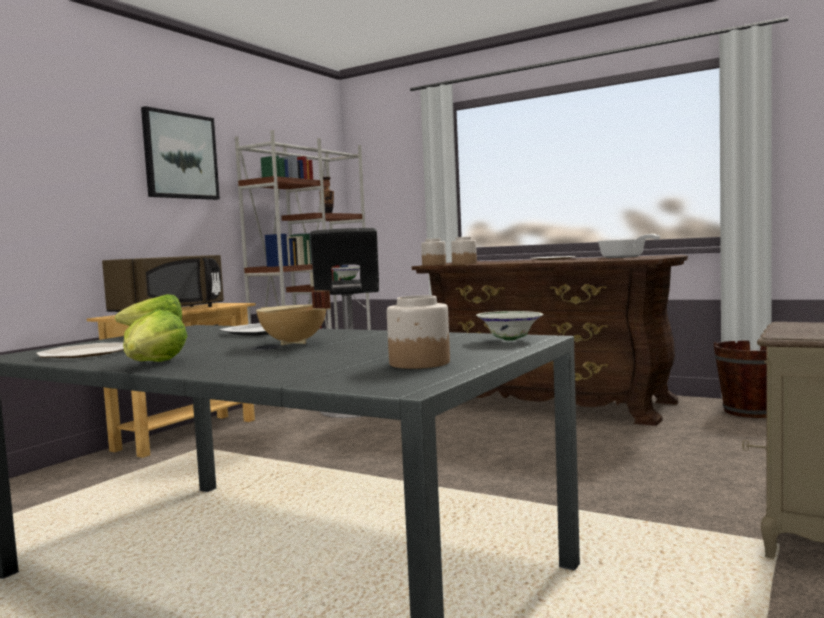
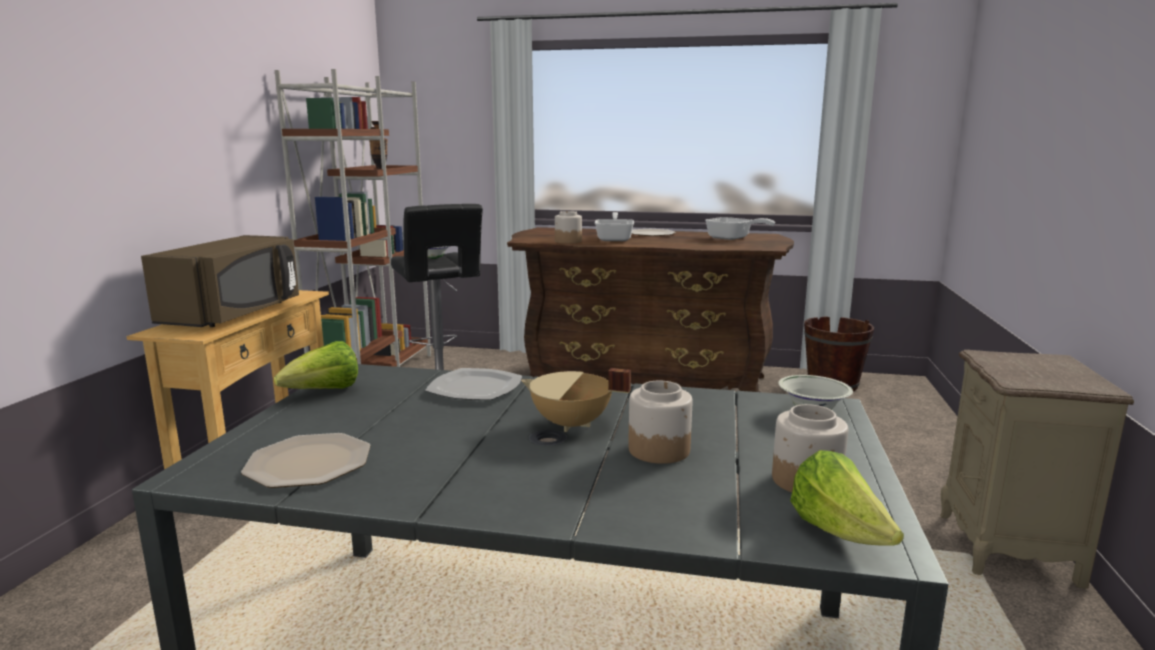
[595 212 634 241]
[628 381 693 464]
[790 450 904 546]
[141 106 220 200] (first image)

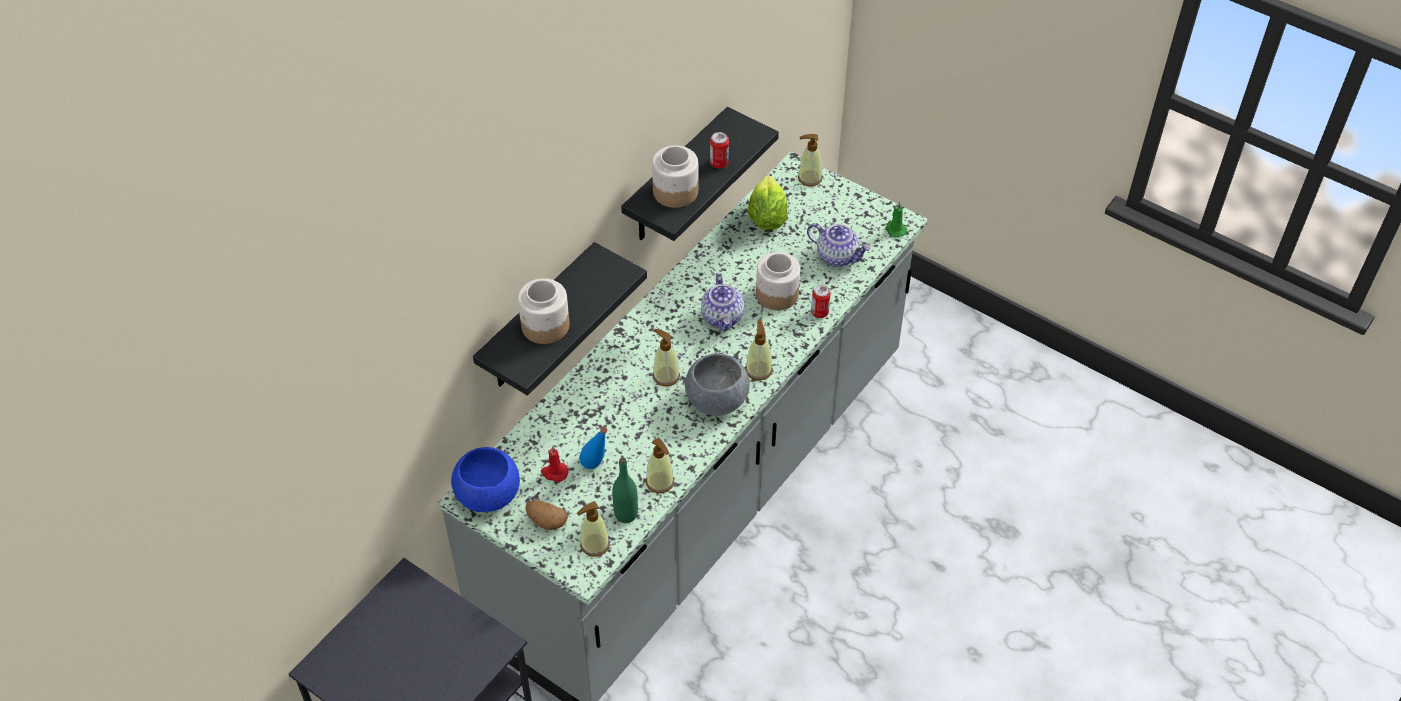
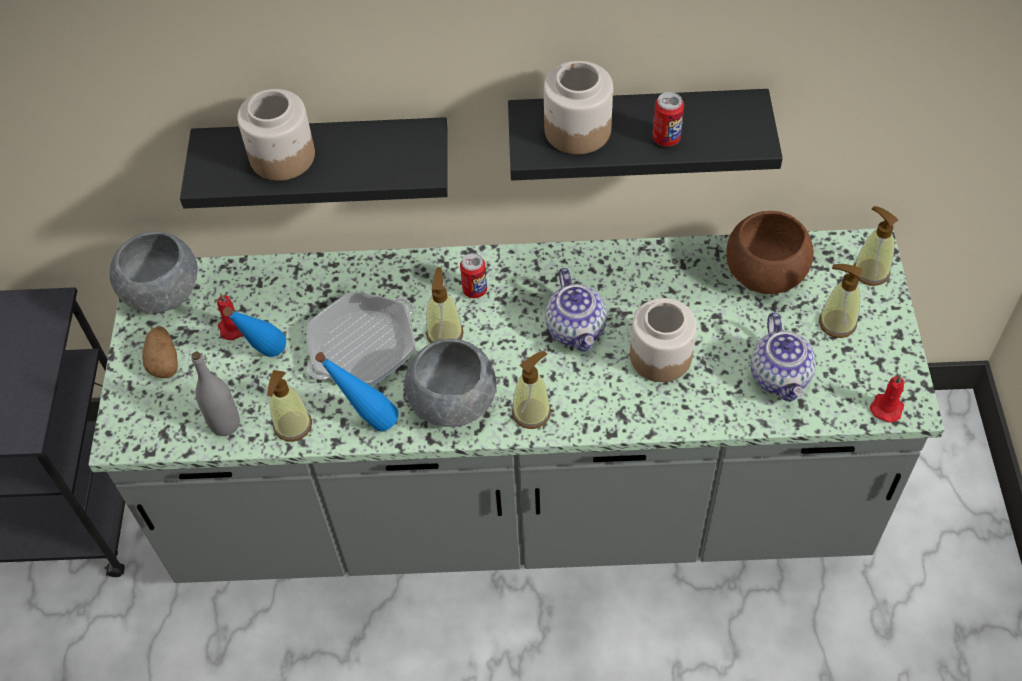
[109 232 198 313]
[191 351 240 436]
[307 292 415 387]
[315 352 399 431]
[460 253 487 298]
[545 268 607 352]
[726 211 814 294]
[819 264 863 338]
[870 374 905 423]

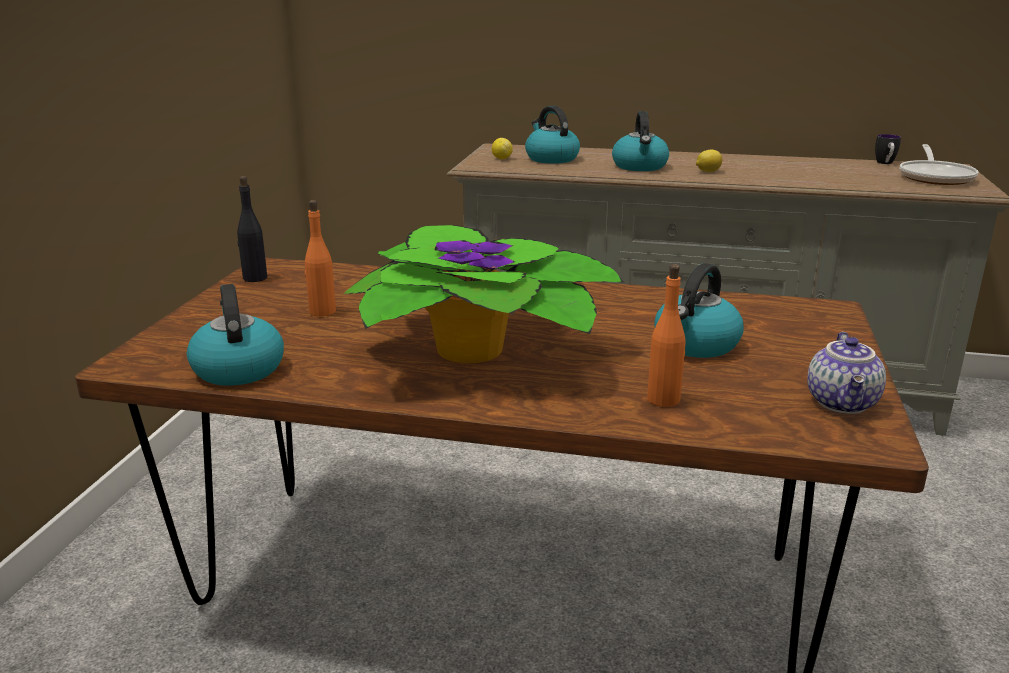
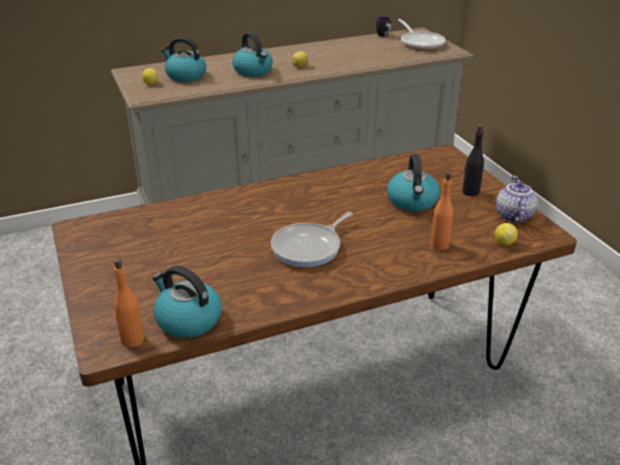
[114 259 144 348]
[271 212 353 267]
[462 125 484 196]
[494 223 518 245]
[496 176 537 223]

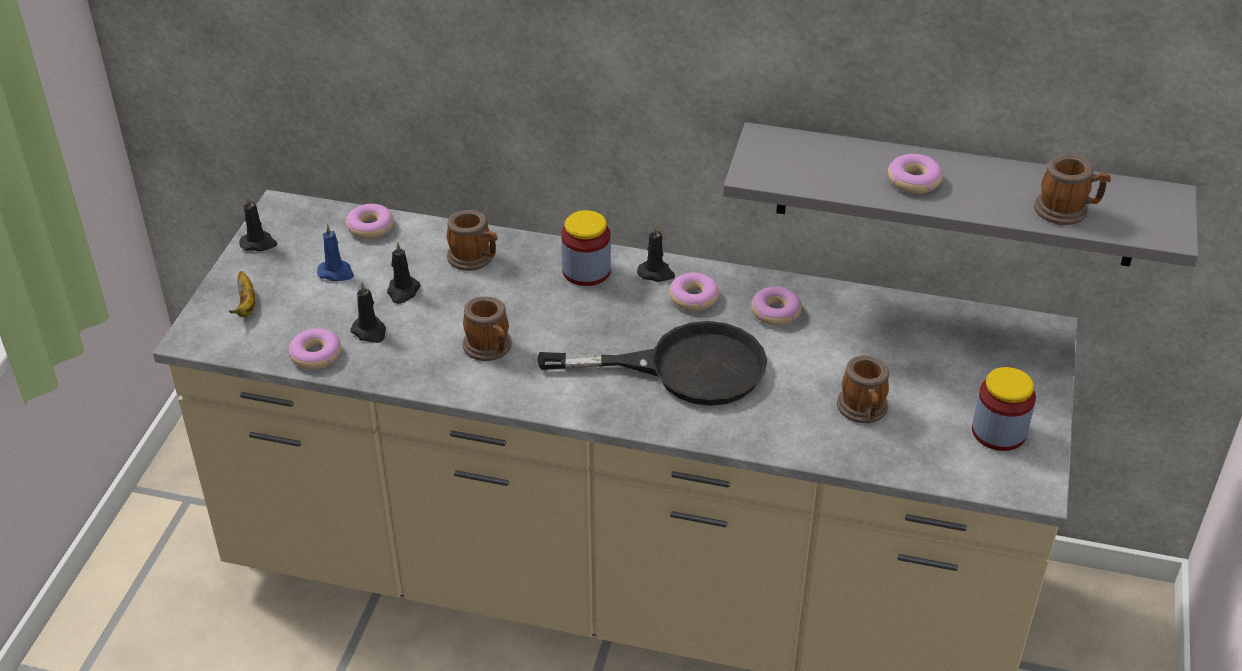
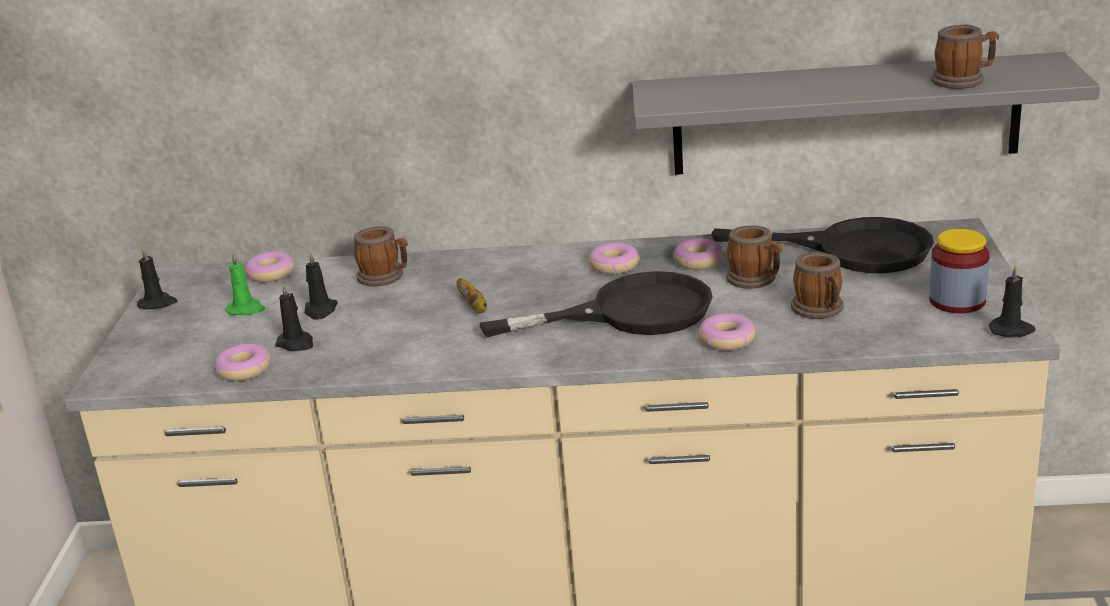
[226 252 265 315]
[457 278 487 313]
[699 313 756 350]
[711 217 934 273]
[726 225 782 289]
[989 265 1035 337]
[561 210 611 286] (first image)

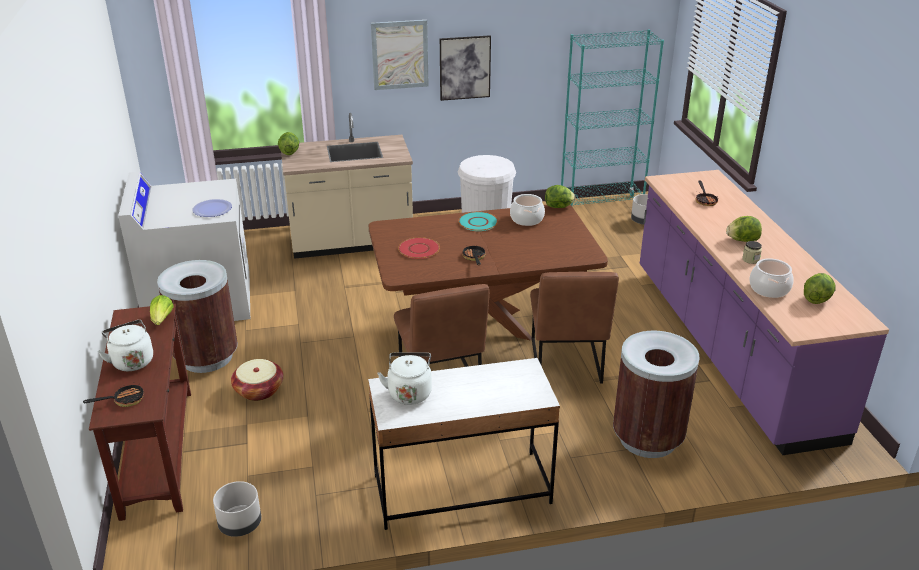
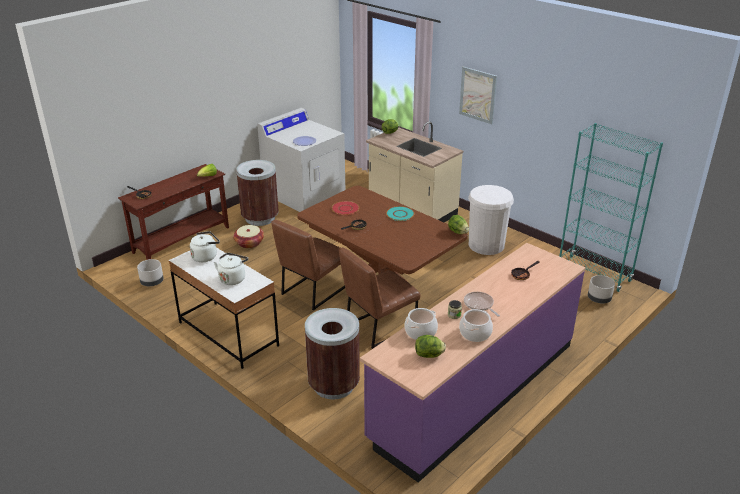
[214 253 248 285]
[459 309 493 342]
[464 292 500 317]
[440 35 491 101] (first image)

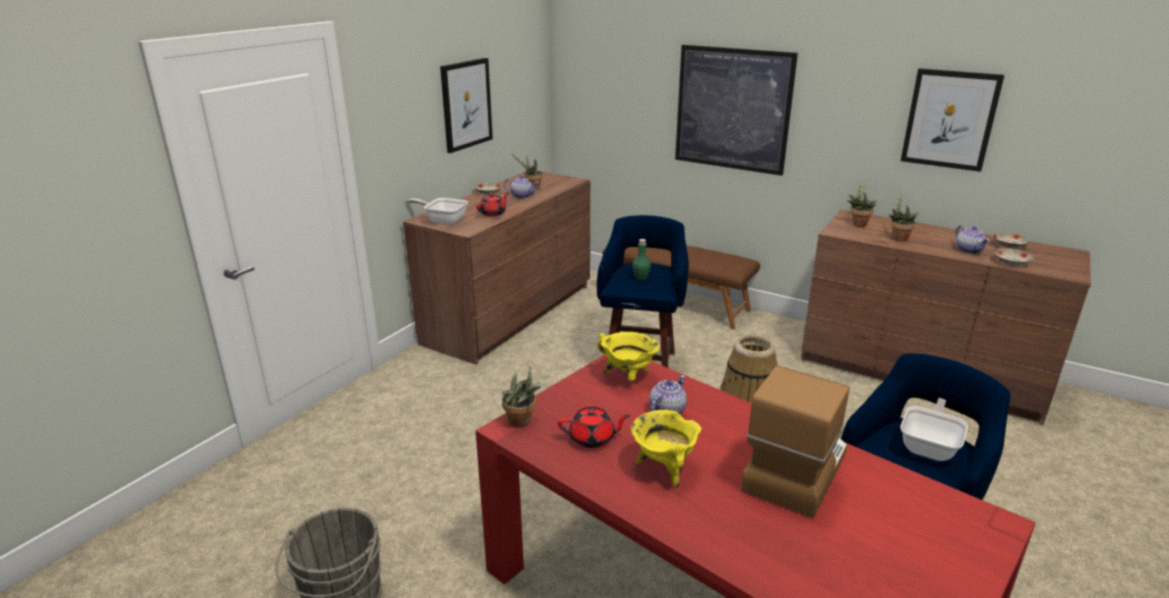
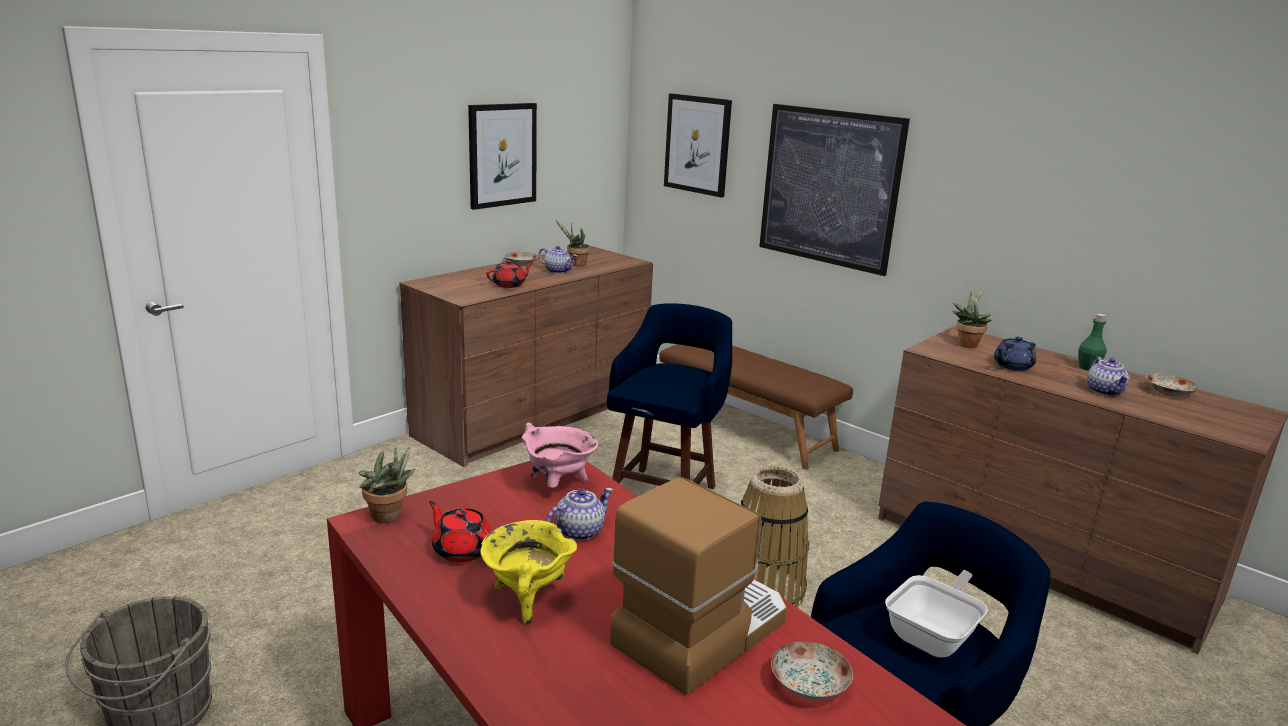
[429 501 491 562]
[522 423 598 488]
[664 93 732 198]
[771 642 853 700]
[994 336 1036 371]
[1078 314 1107 371]
[406 198 468 225] (first image)

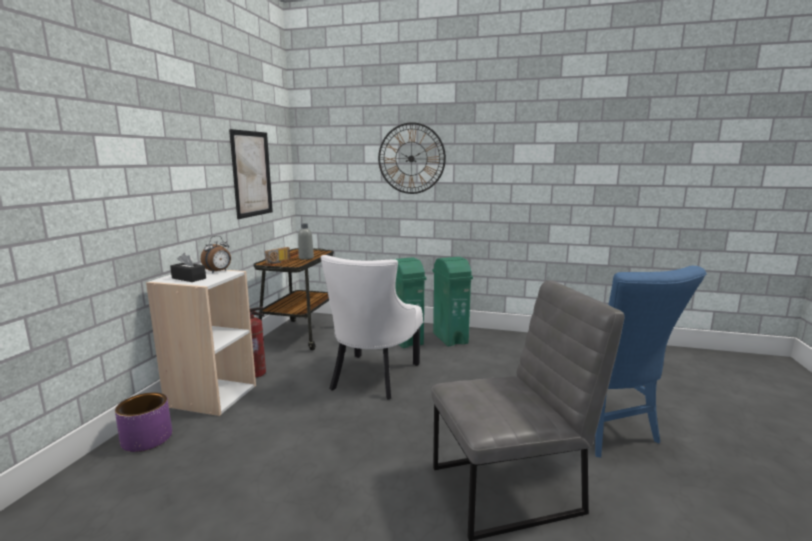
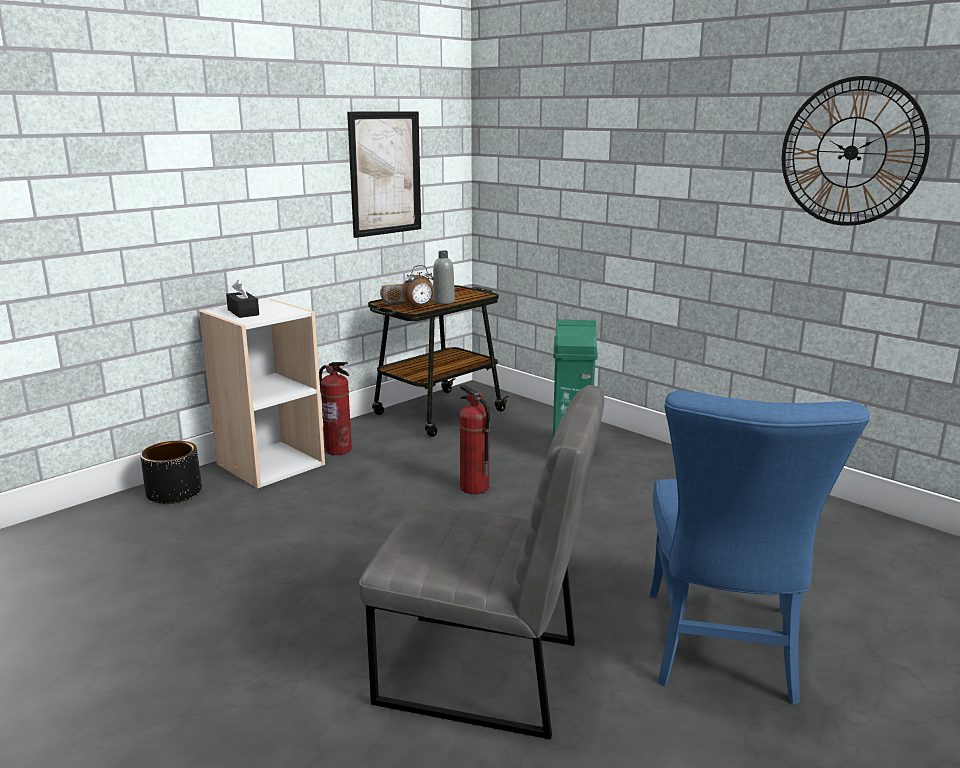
[140 441 202 504]
[402 265 434 309]
[459 385 490 494]
[782 76 930 226]
[432 257 473 346] (first image)

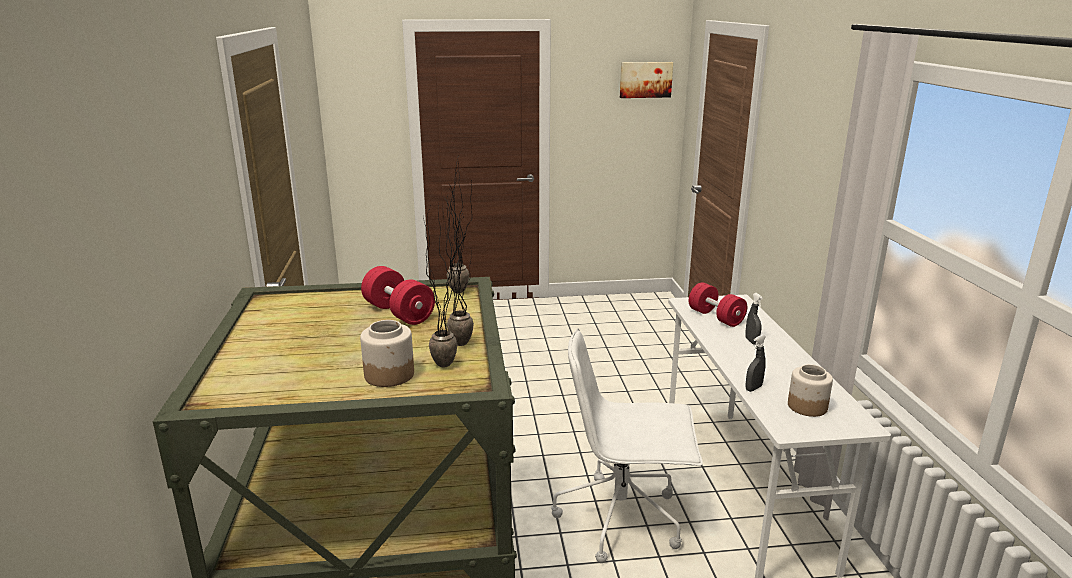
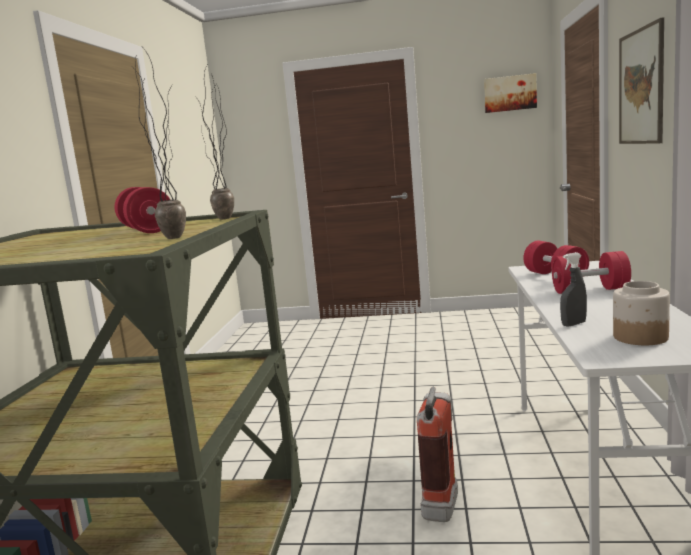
[417 387 458 522]
[552 251 631 294]
[619 17 664 144]
[360 320 414 387] (first image)
[423 197 466 368] (first image)

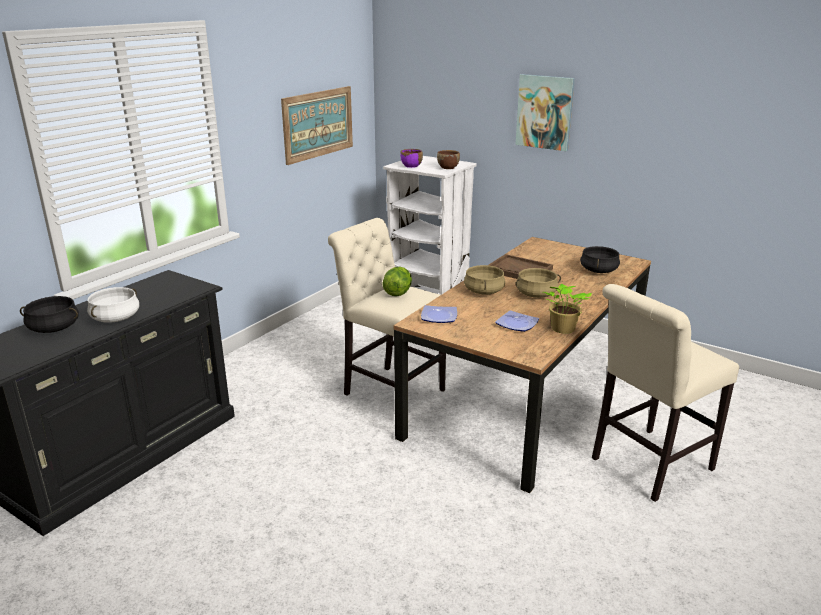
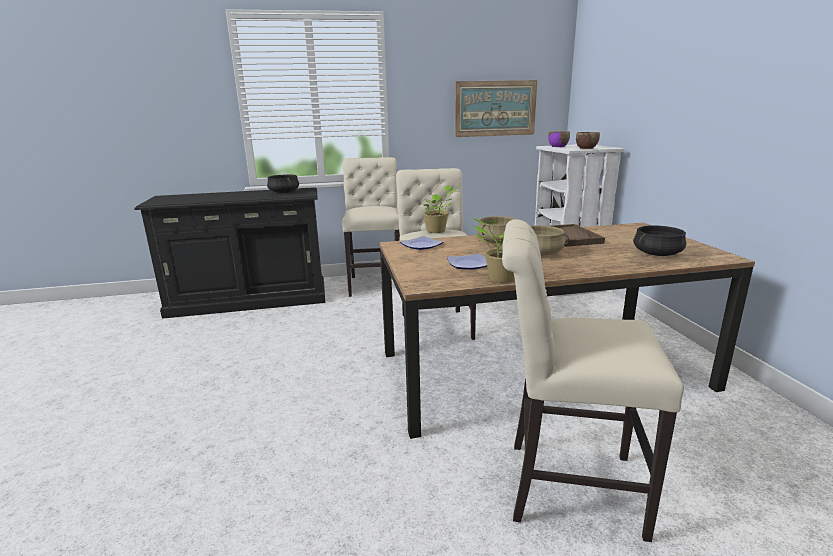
[267 174 299 193]
[342 157 400 297]
[417 185 457 233]
[87 287 139 323] (first image)
[515 74 575 151] (first image)

